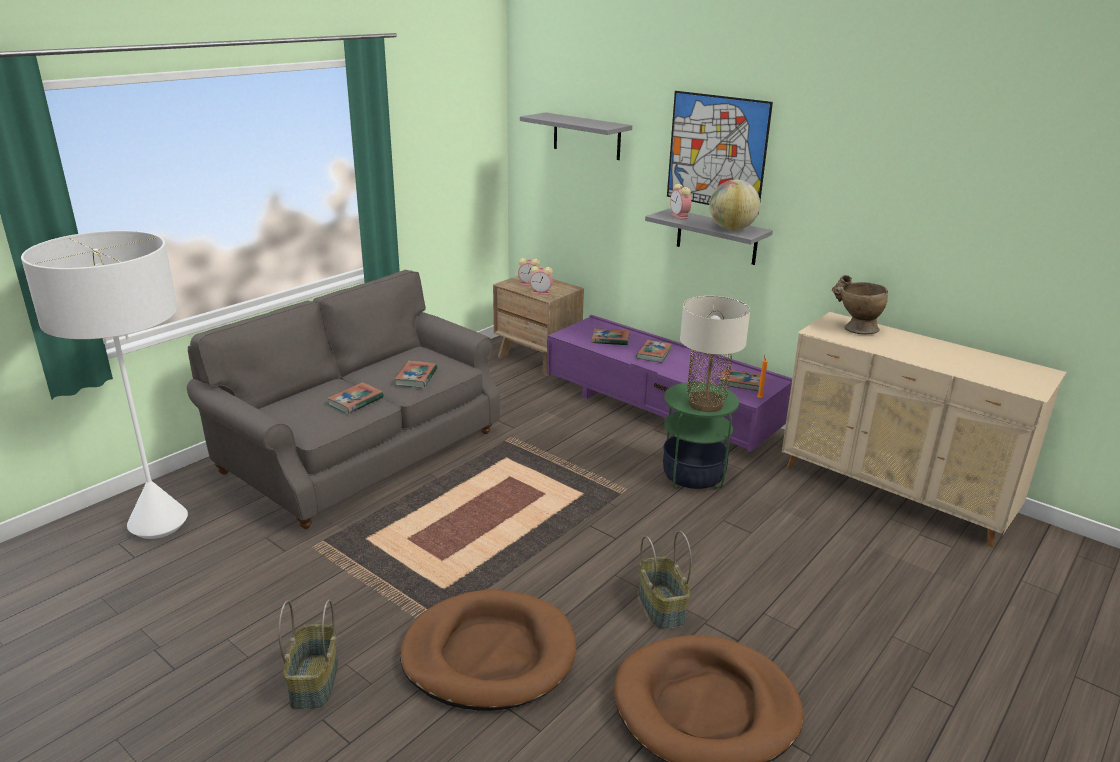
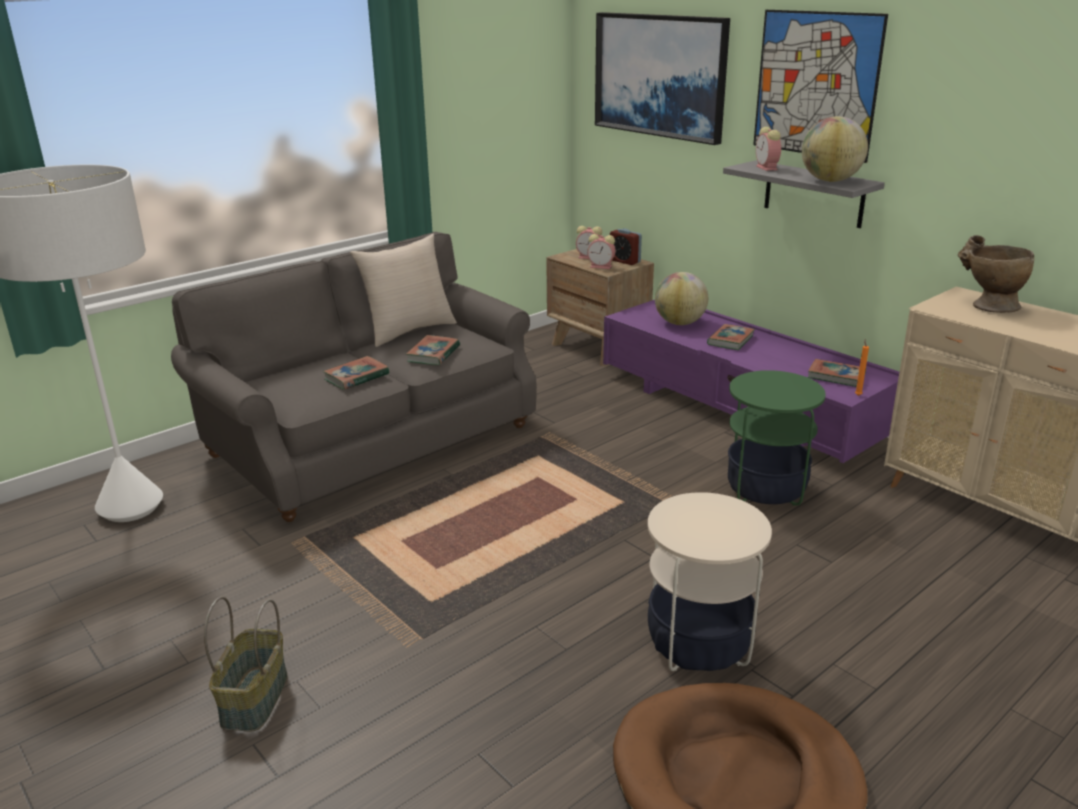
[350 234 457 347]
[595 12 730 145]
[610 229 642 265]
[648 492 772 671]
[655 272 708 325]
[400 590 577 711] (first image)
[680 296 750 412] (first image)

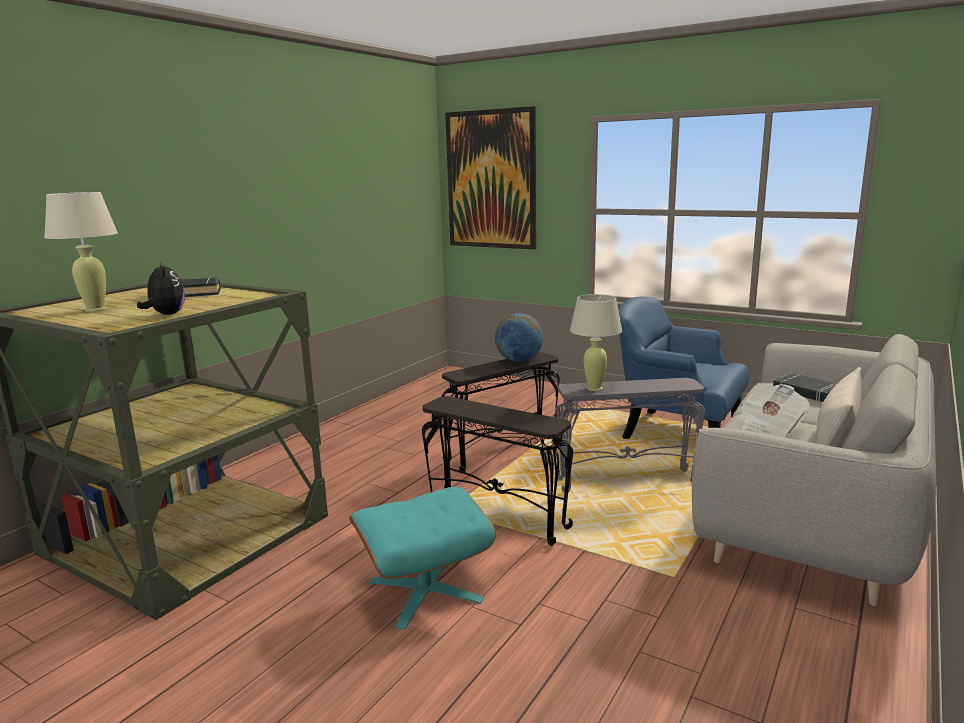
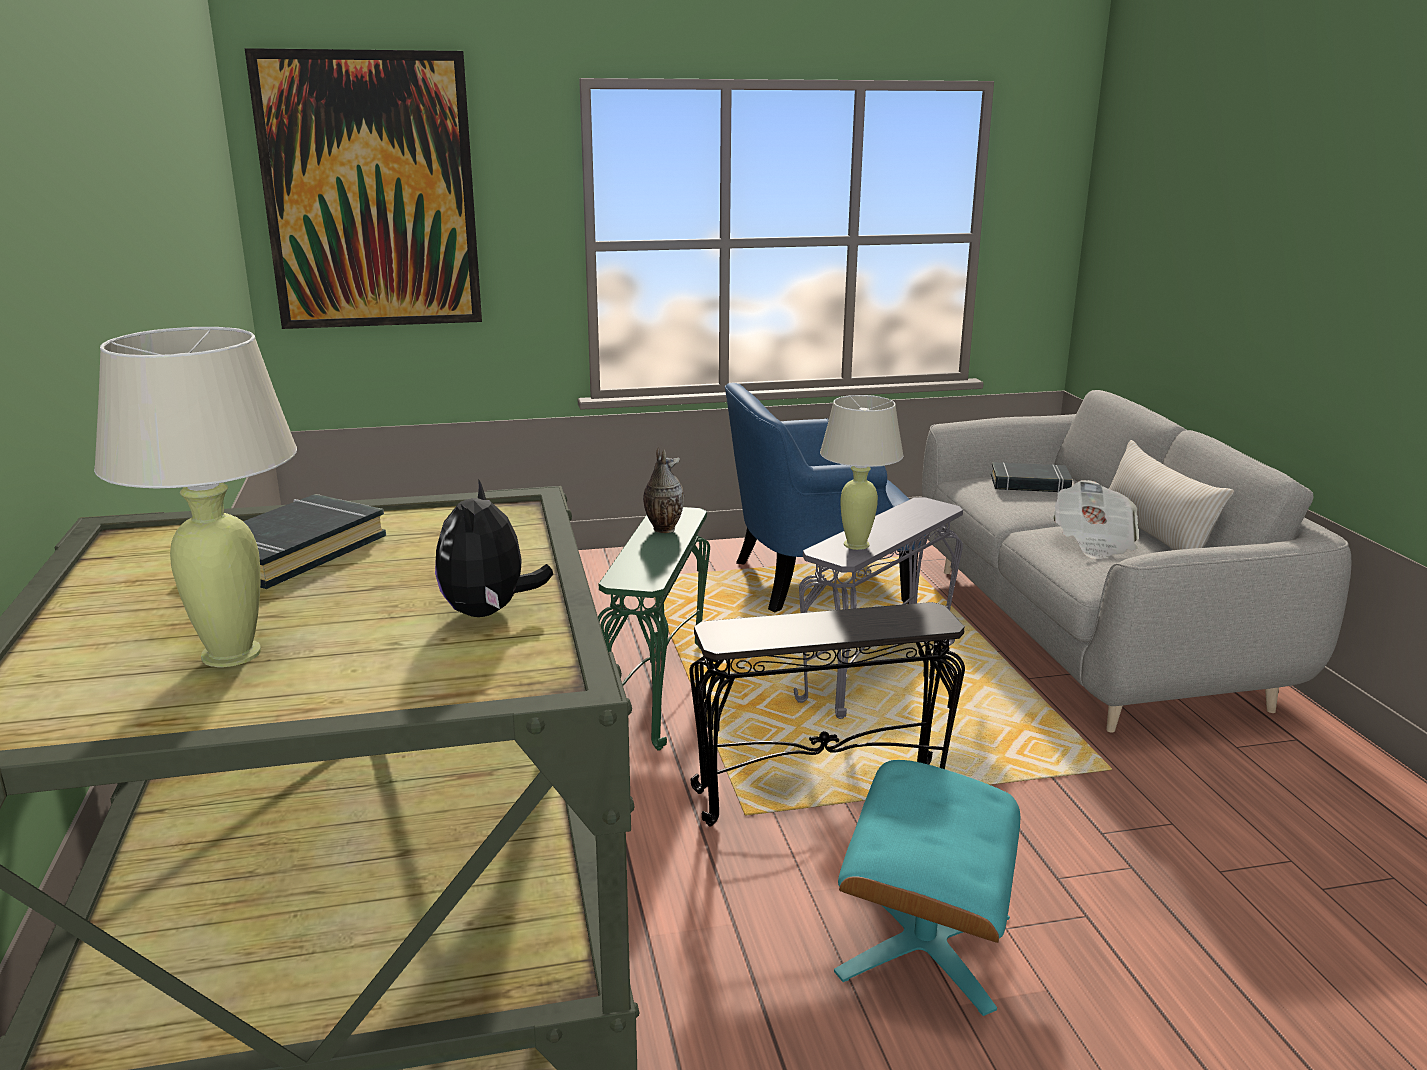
[435 479 553 617]
[598 507 710 751]
[643 447 684 533]

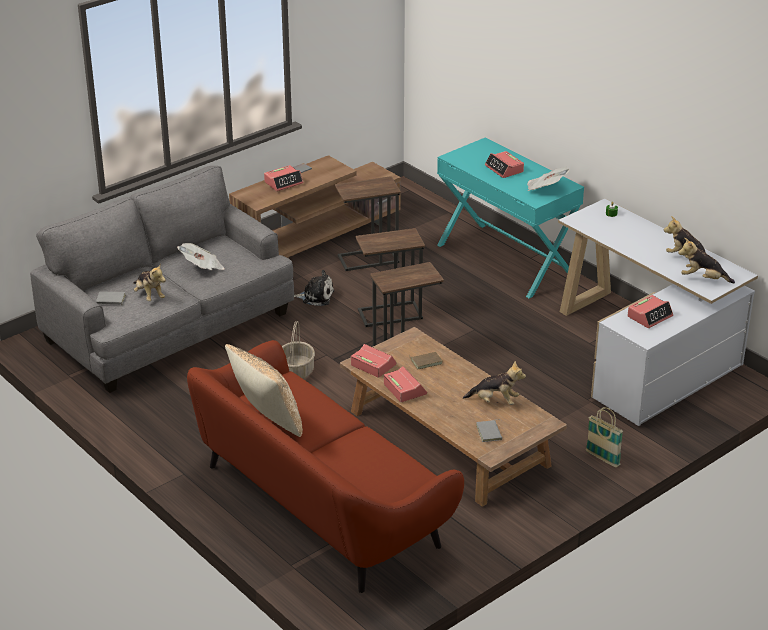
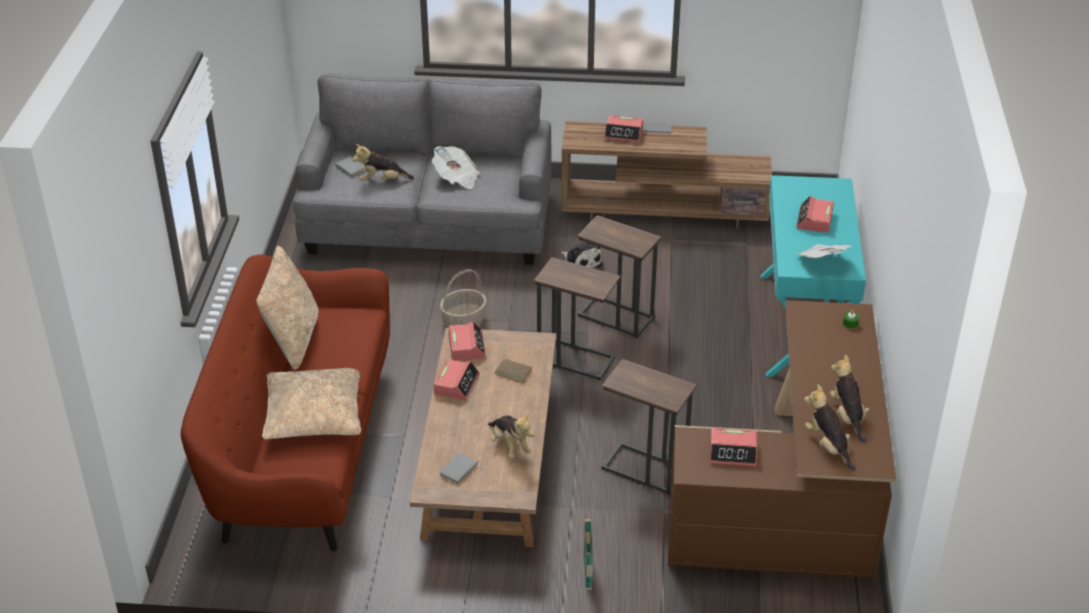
[262 368 361 440]
[352 144 414 181]
[602 359 696 495]
[668 300 896 578]

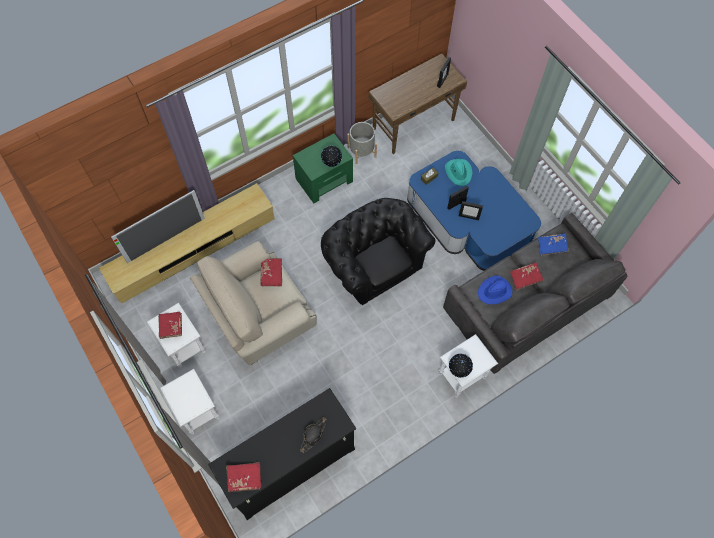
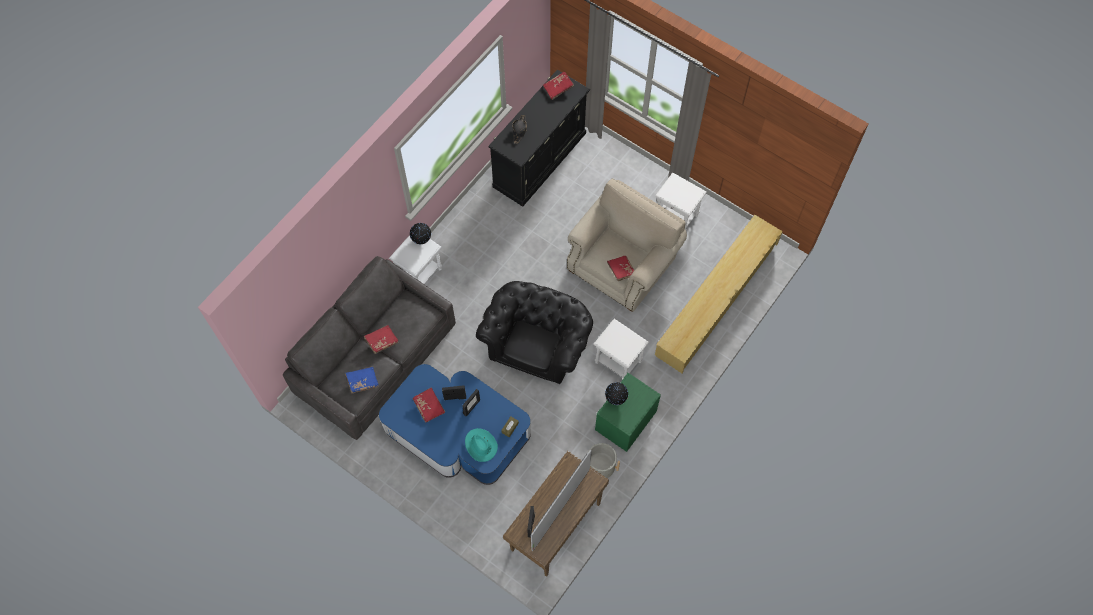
[413 388 445 422]
[476 281 593 384]
[531 450 592 551]
[593 319 649 380]
[478 276 512 304] (first image)

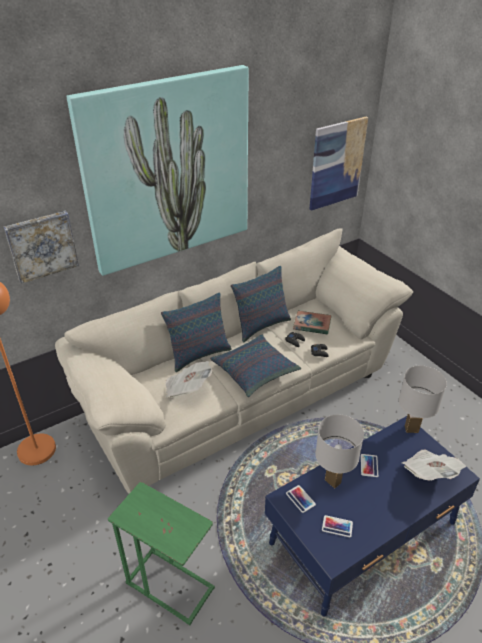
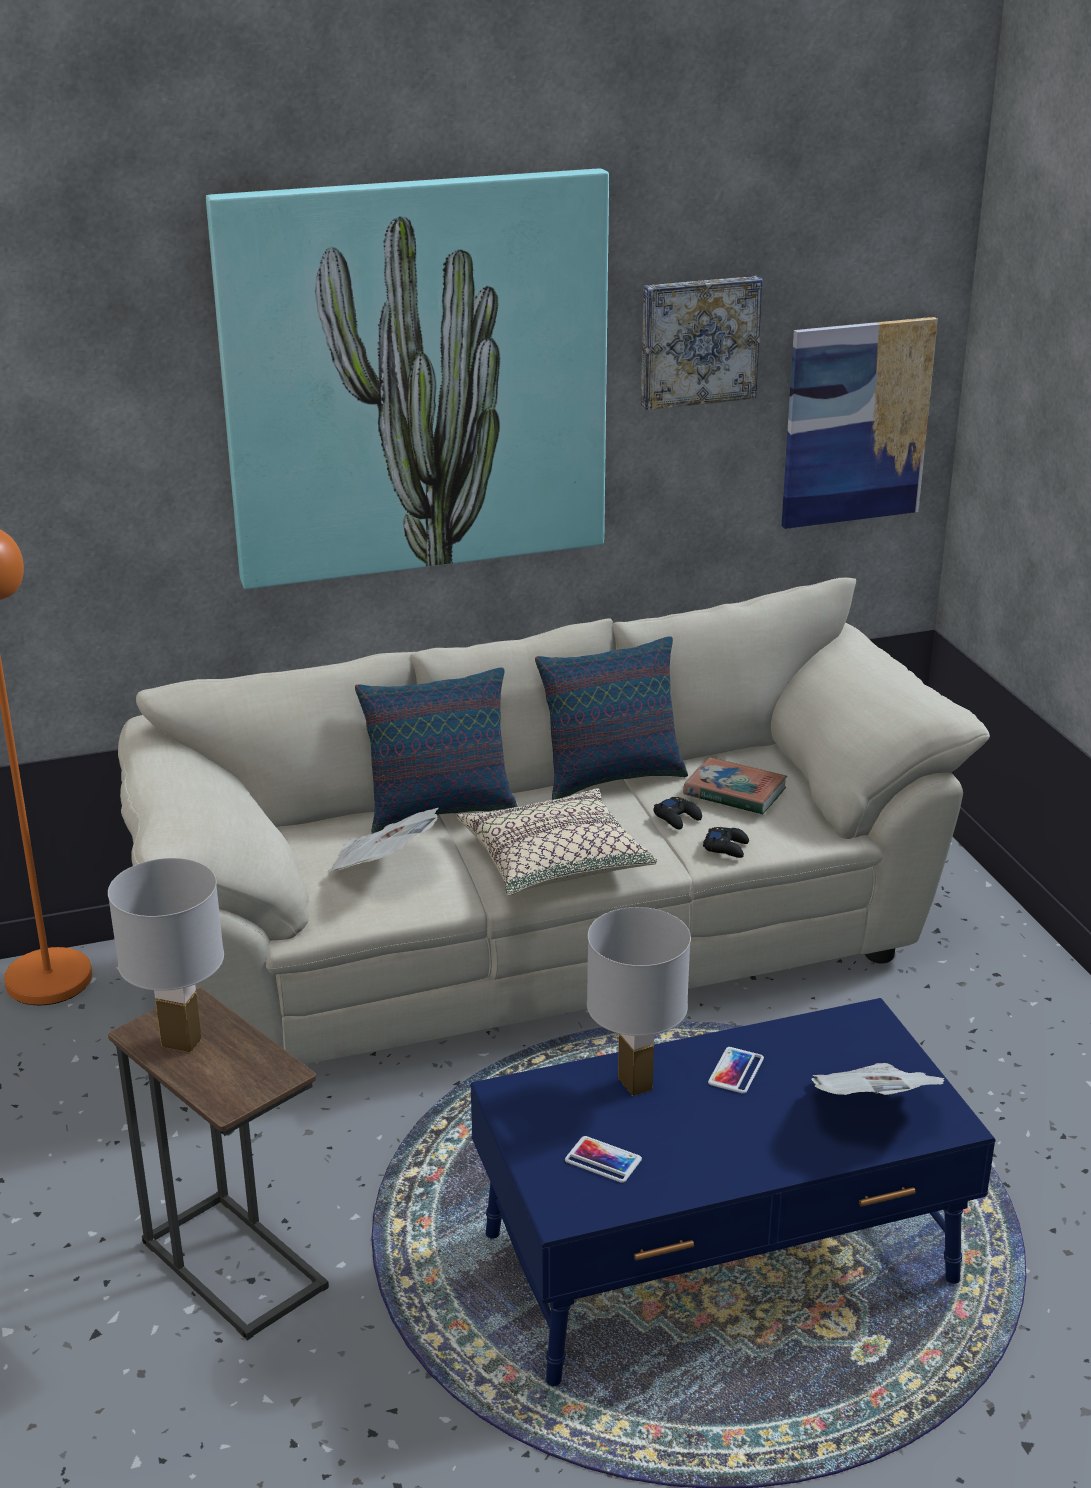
[108 858 224 1053]
[108 988 329 1341]
[457 788 657 896]
[641 276 763 410]
[286 485 316 513] (first image)

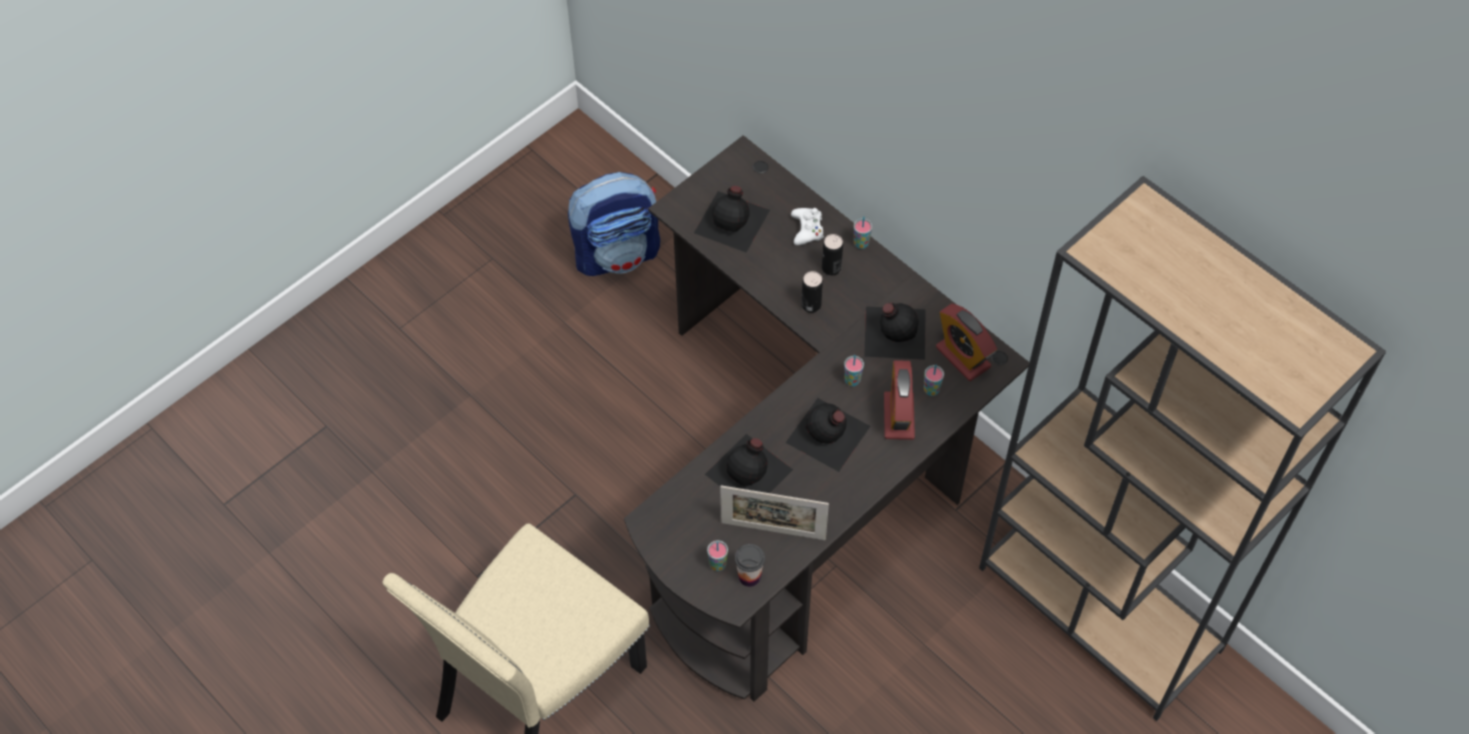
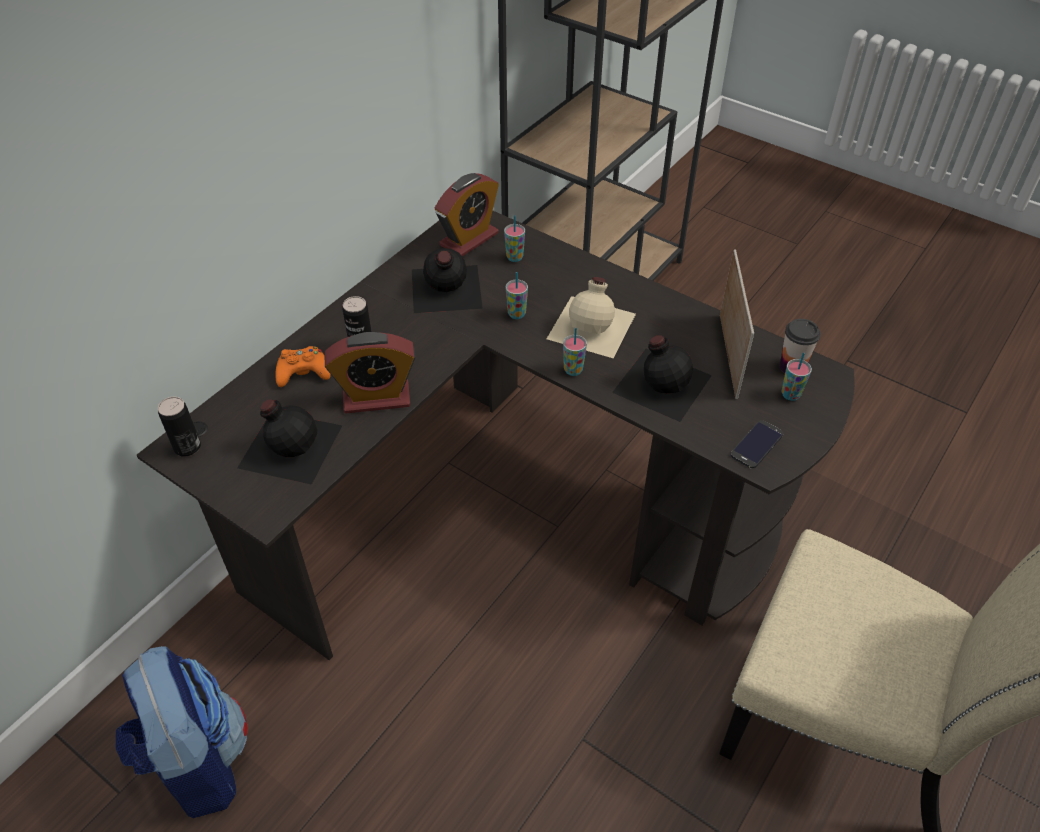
[158 397 201 457]
[275 346 331 387]
[325 332 416 413]
[547 277 636 358]
[563 328 587 376]
[731 420 783 469]

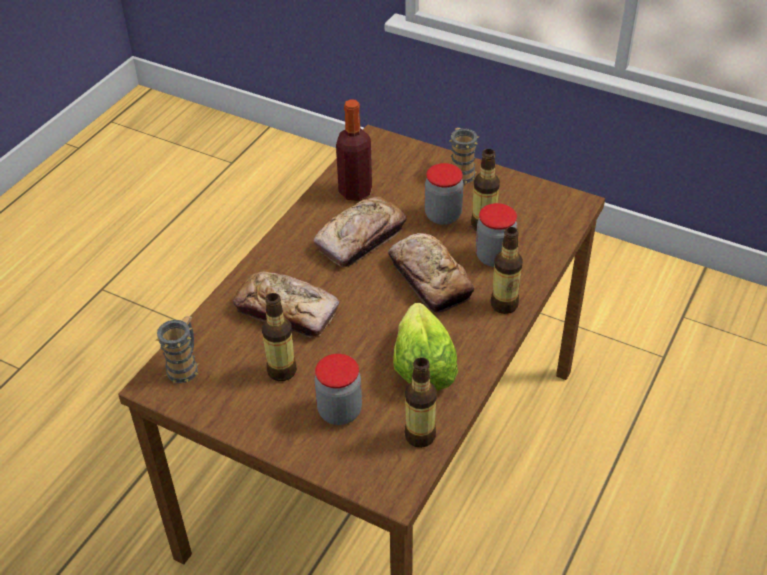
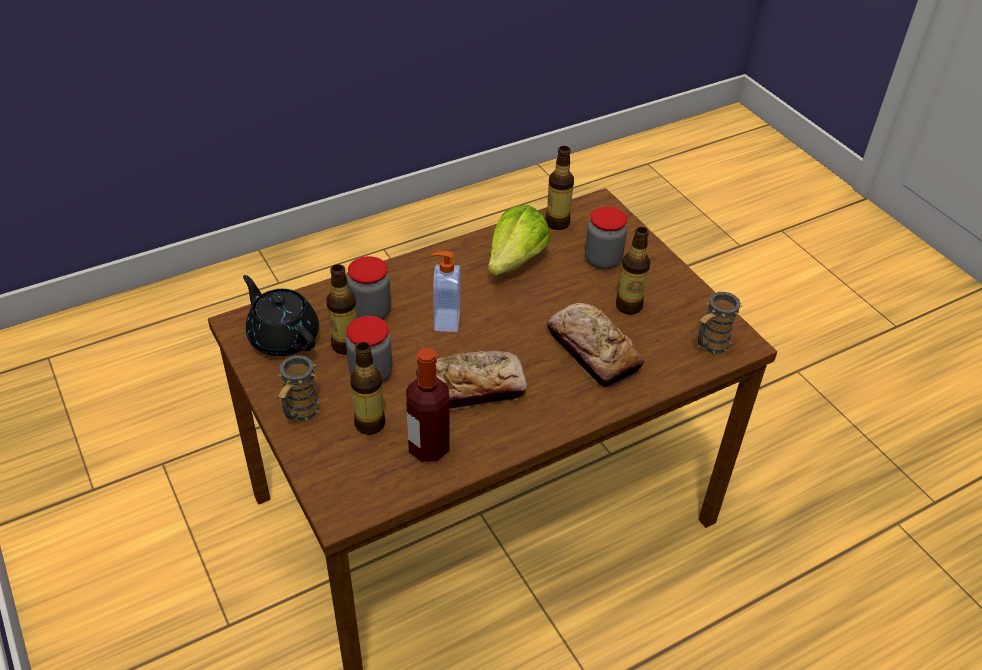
[243 275 319 356]
[350 342 386 435]
[431 251 460 332]

